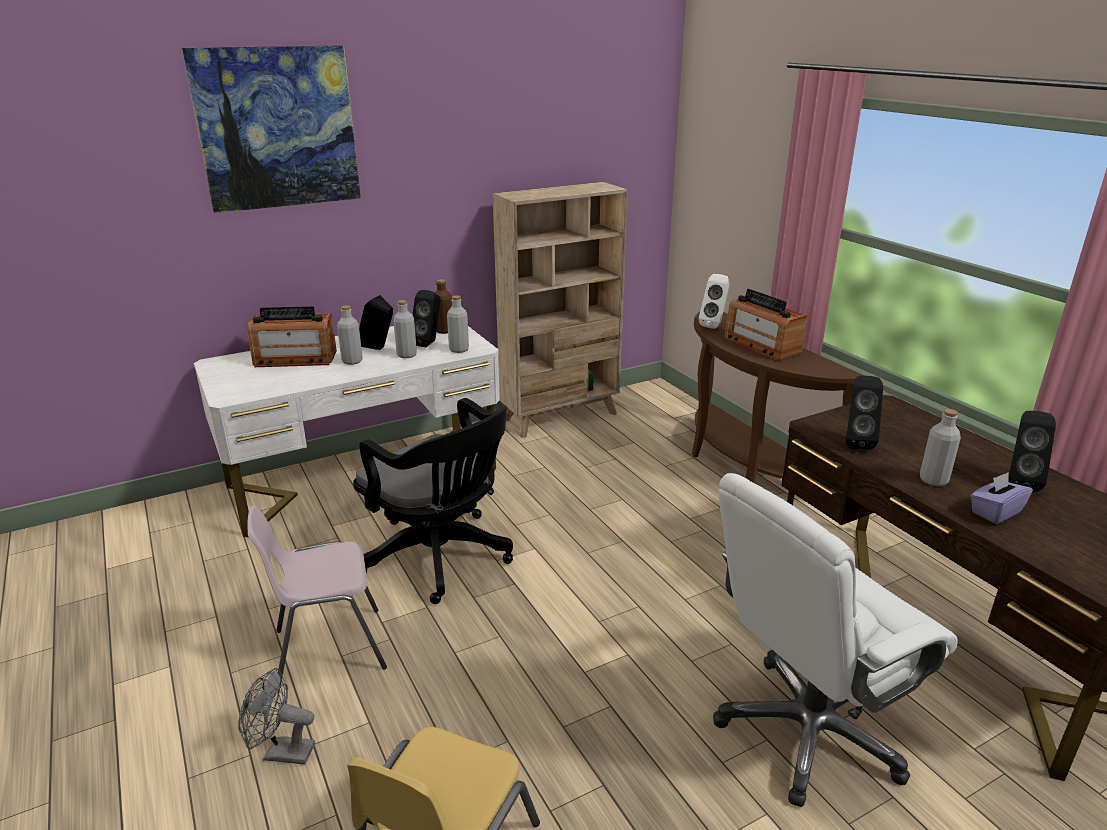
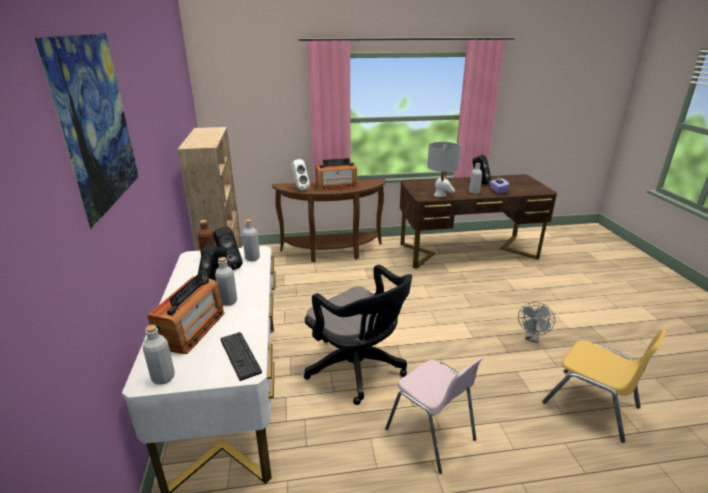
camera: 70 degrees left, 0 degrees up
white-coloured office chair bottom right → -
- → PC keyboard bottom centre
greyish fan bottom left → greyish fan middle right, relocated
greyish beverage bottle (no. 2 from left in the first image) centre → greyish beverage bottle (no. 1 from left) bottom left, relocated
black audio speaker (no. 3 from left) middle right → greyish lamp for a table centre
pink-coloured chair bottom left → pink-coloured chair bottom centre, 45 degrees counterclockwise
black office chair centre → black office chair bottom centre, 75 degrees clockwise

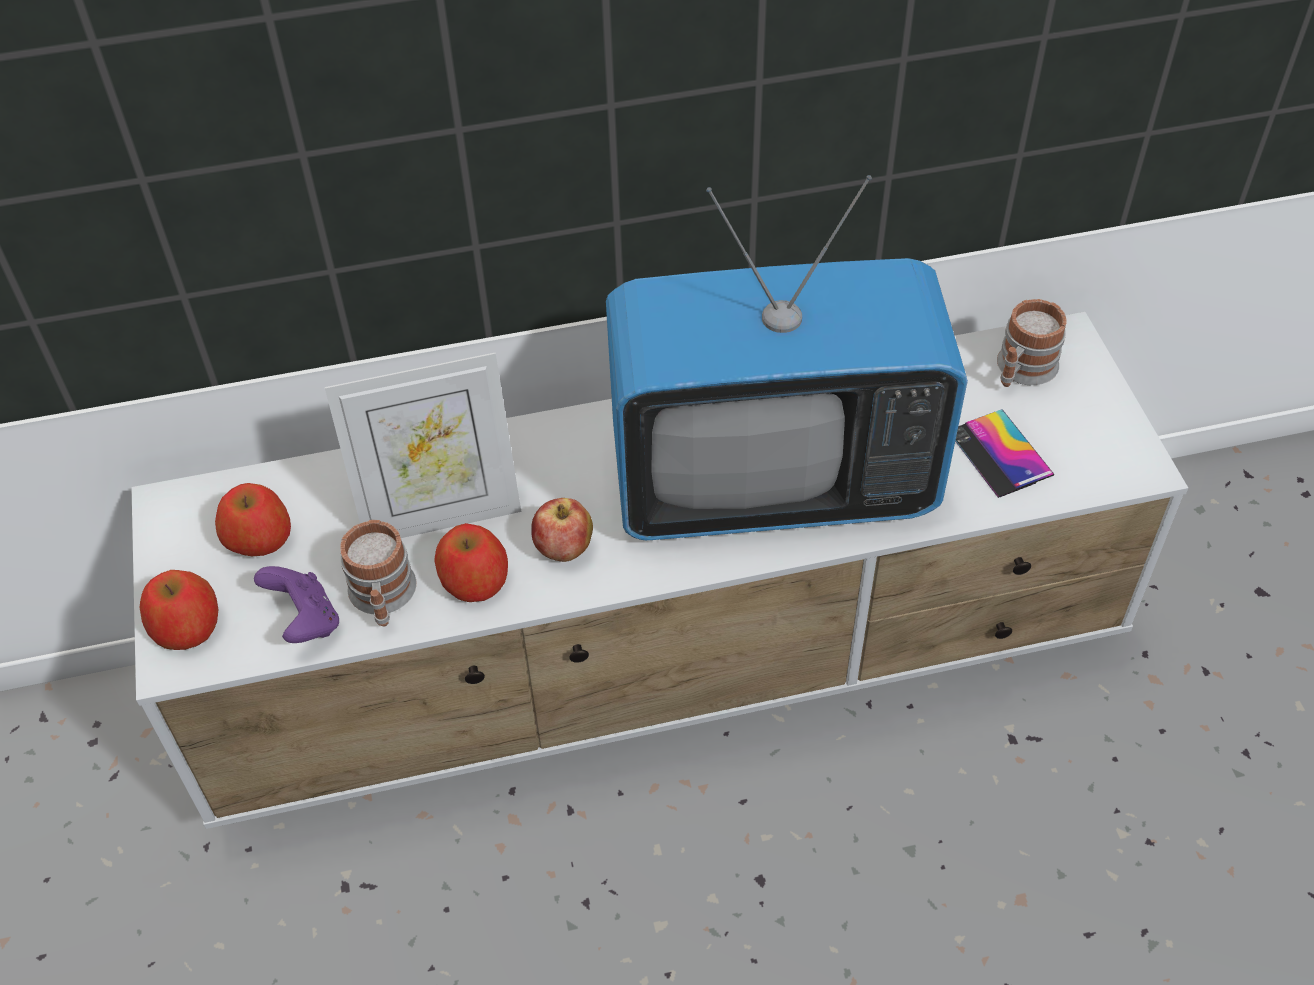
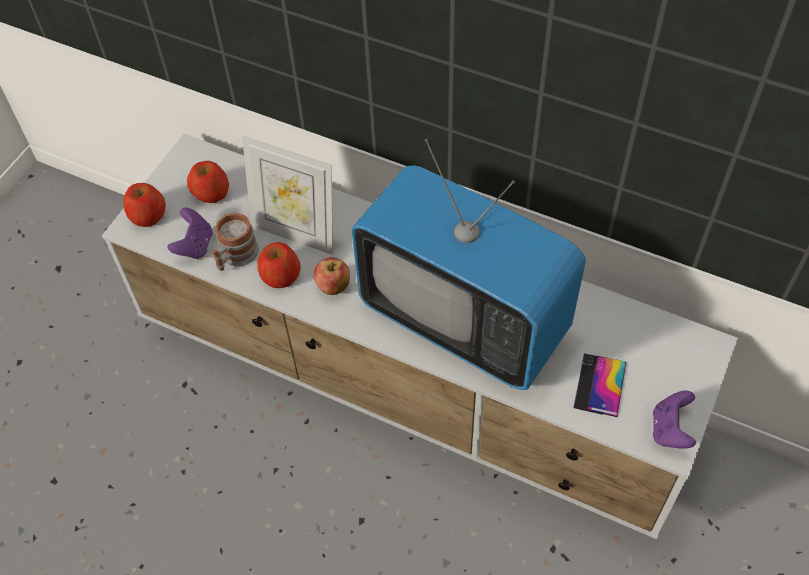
camera: 40 degrees right, 5 degrees up
tea mug (no. 2 from left) middle right → -
- → purple game controller (no. 2 from left) bottom right

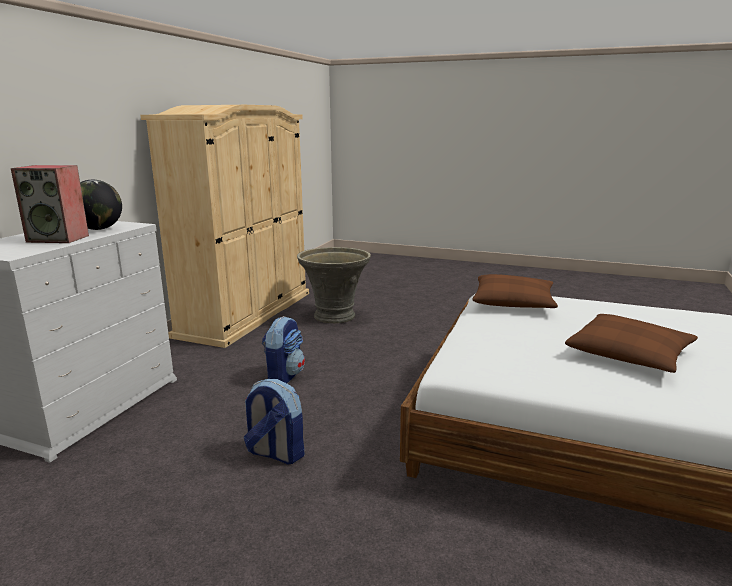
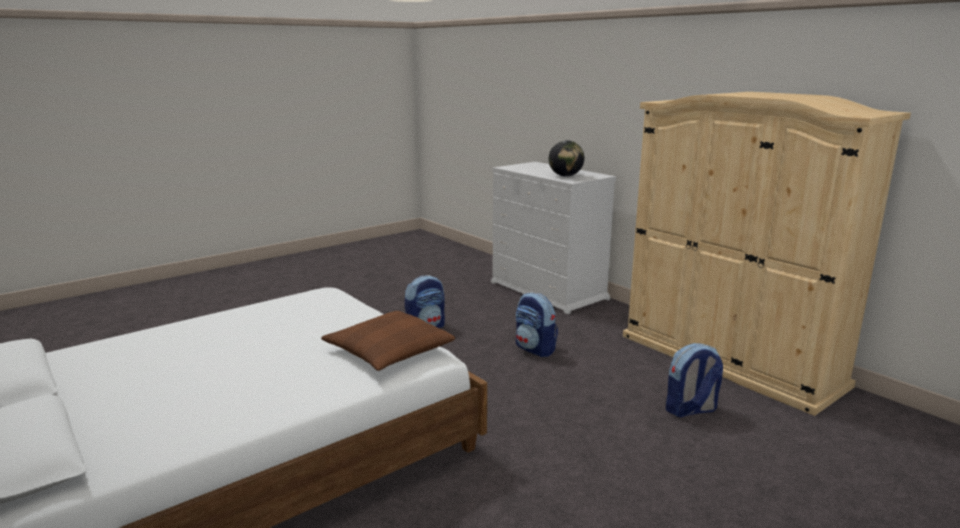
camera: 120 degrees right, 0 degrees up
audio speaker middle left → -
brownish cushion (no. 2 from left) middle right → -
greyish planter centre → backpack (no. 3 from left) bottom right

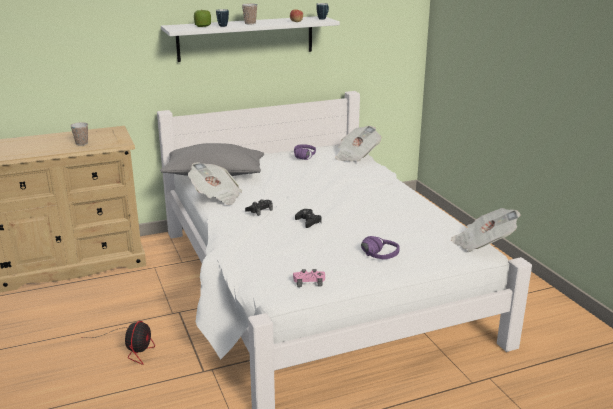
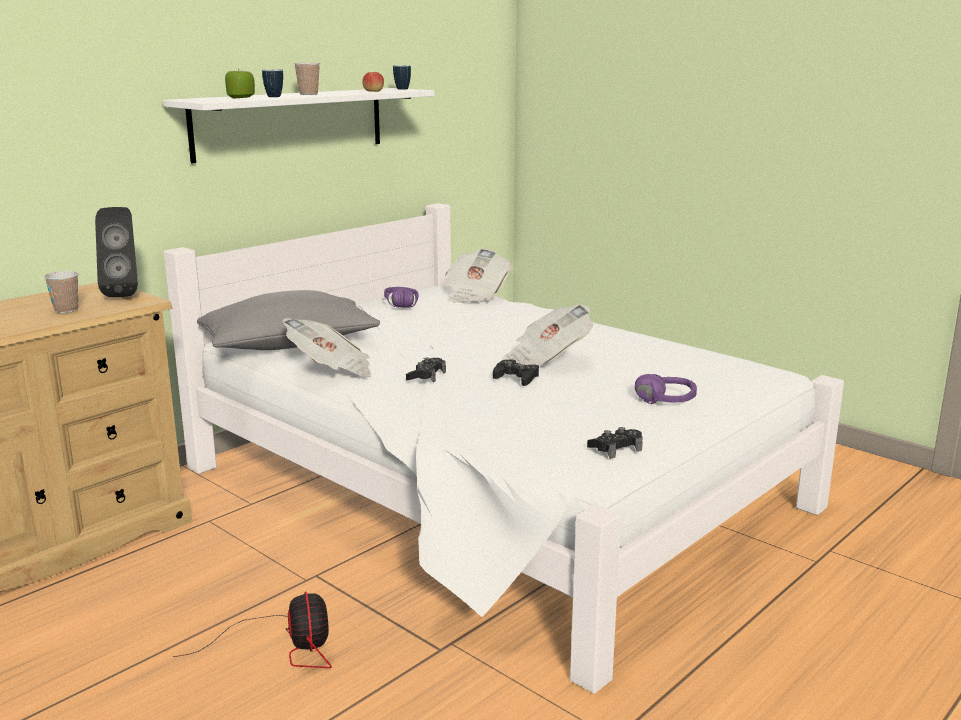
camera: 25 degrees left, 5 degrees down
- → black audio speaker middle left
newspaper (no. 3 from left) middle right → newspaper (no. 3 from left) centre, relocated
pink-coloured game controller bottom centre → black game controller (no. 3 from left) centre

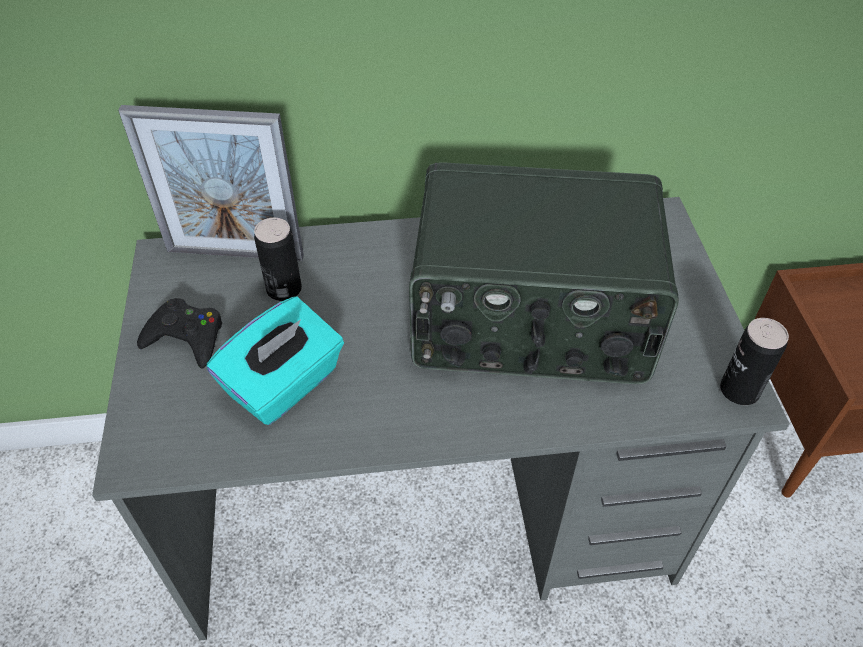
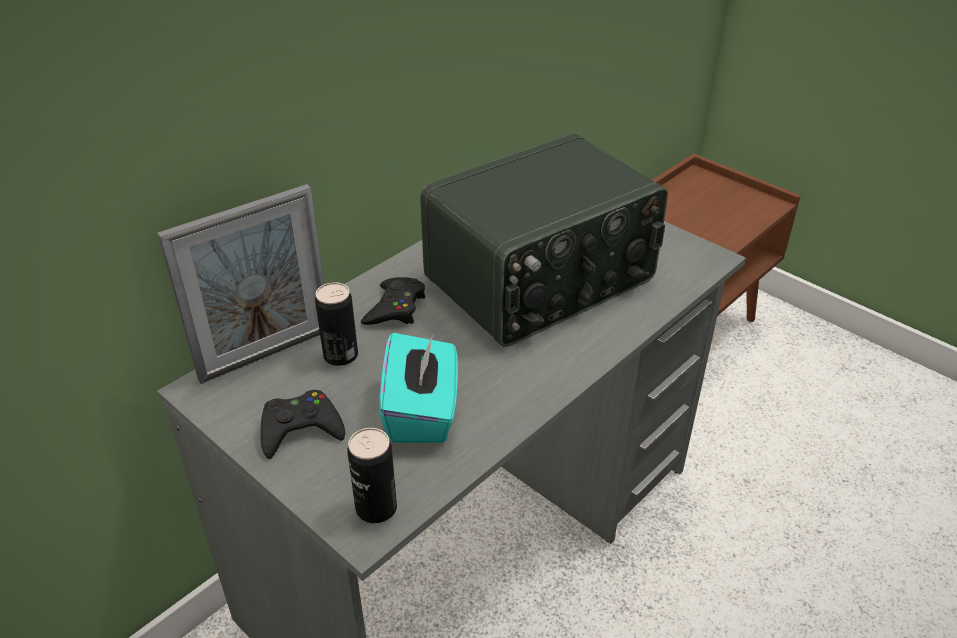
camera: 40 degrees left, 10 degrees down
- → black game controller (no. 2 from left) centre
sealed can (no. 2 from left) middle right → sealed can (no. 2 from left) bottom centre, relocated

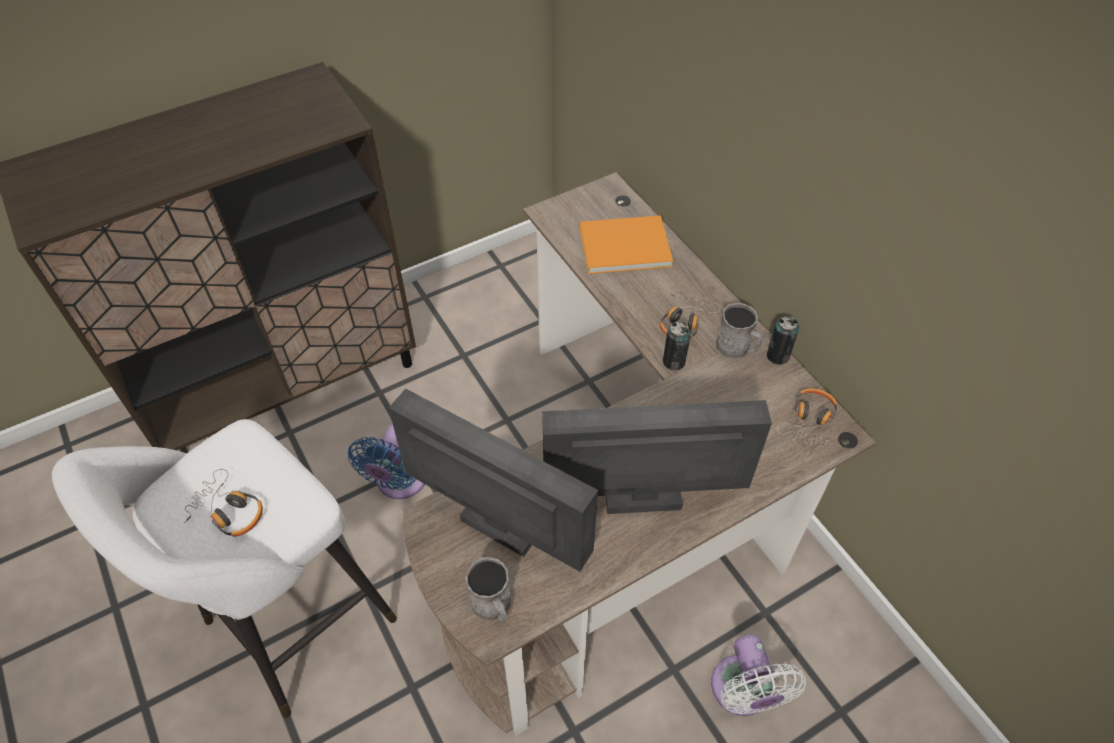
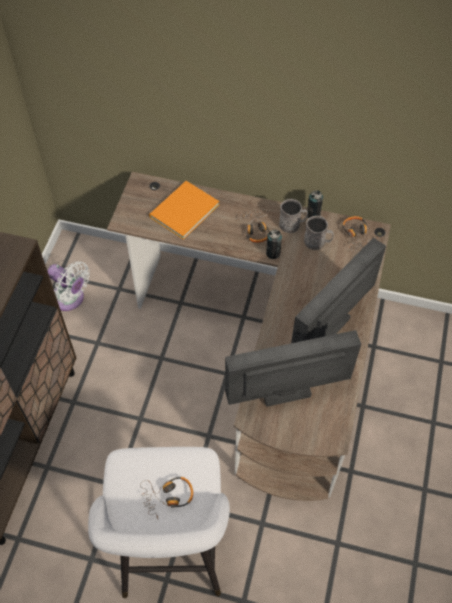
camera: 45 degrees left, 5 degrees up
blue fan centre → -
greyish tea mug (no. 1 from left in the first image) bottom centre → greyish tea mug (no. 2 from left) middle right, relocated
white-coloured fan bottom right → white-coloured fan middle left, relocated

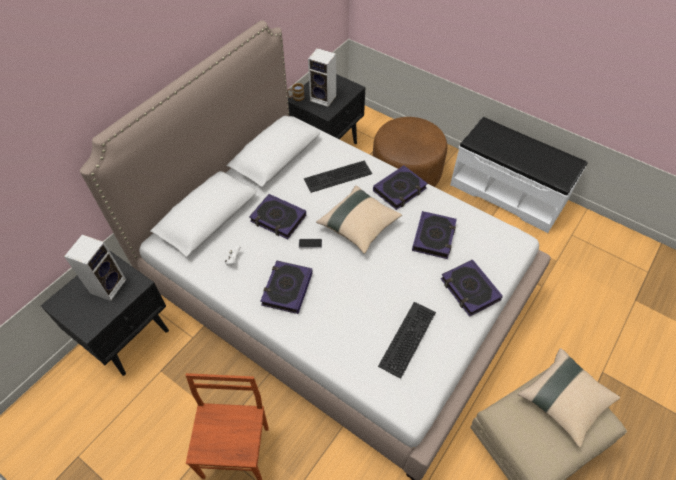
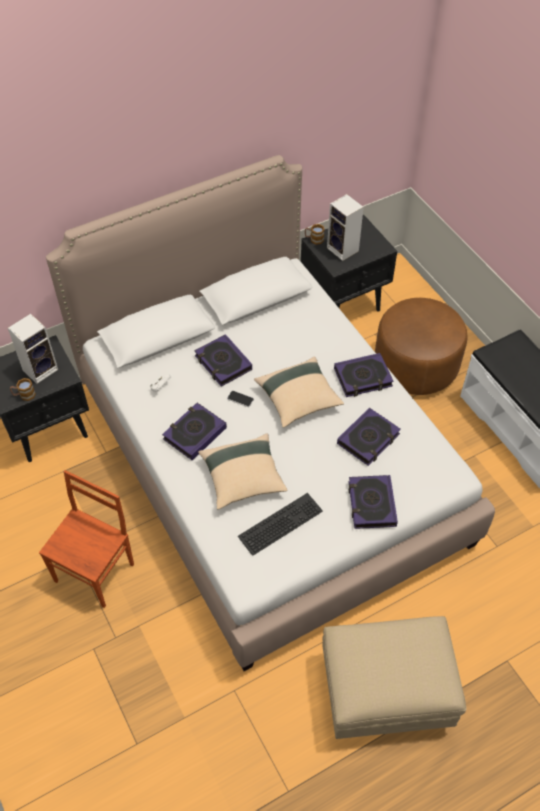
camera: 25 degrees right, 0 degrees up
PC keyboard (no. 1 from left) centre → -
- → tea mug (no. 1 from left) middle left
sand-coloured cushion (no. 2 from left in the first image) bottom right → sand-coloured cushion (no. 1 from left) centre, relocated

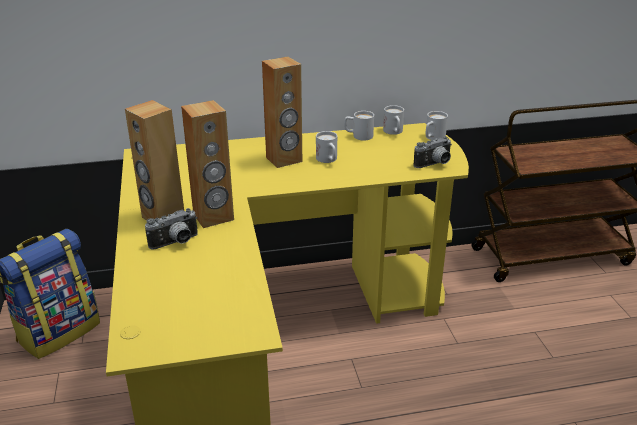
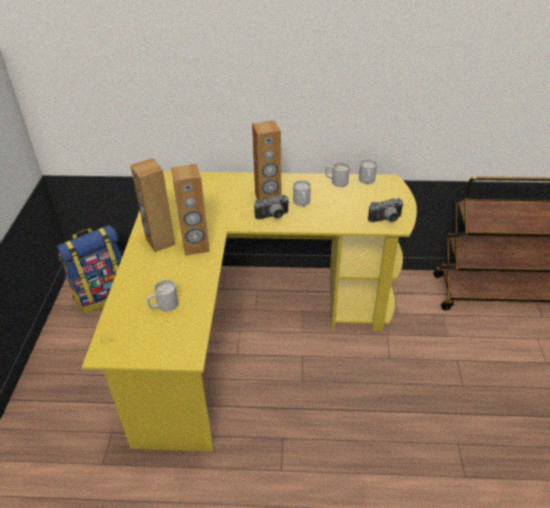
camera: 15 degrees right, 10 degrees up
still camera (no. 1 from left) middle left → still camera (no. 1 from left) centre, relocated
white-coloured tea mug (no. 4 from left in the first image) top right → white-coloured tea mug (no. 1 from left) middle left, relocated

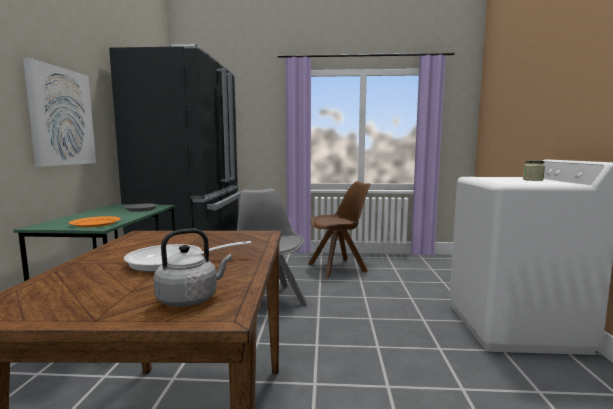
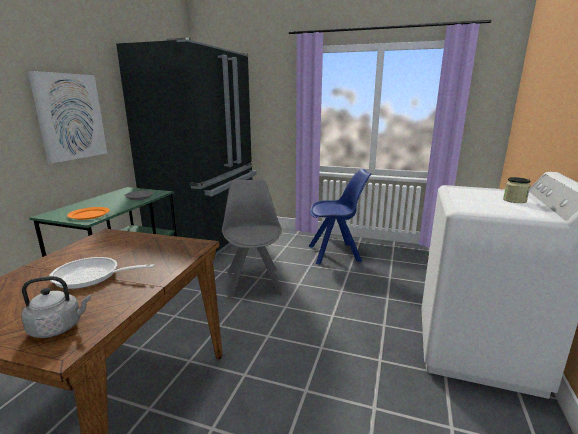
camera: 15 degrees right, 10 degrees up
brownish chair centre → blue chair centre

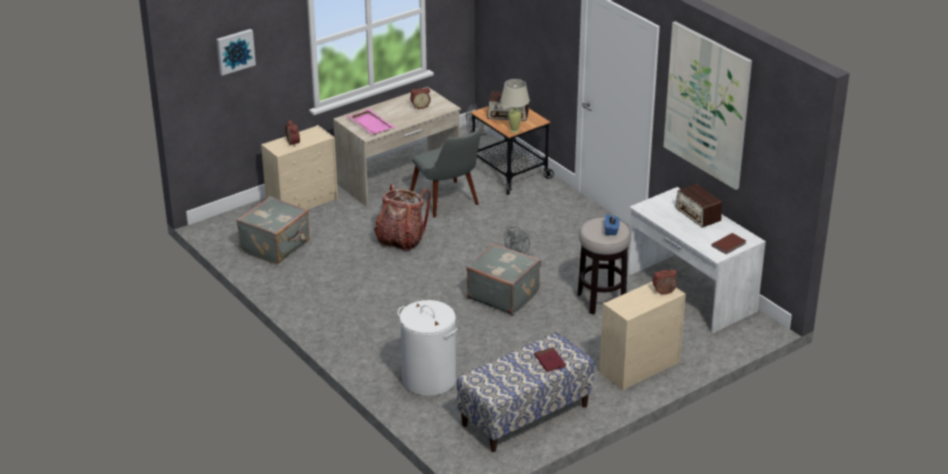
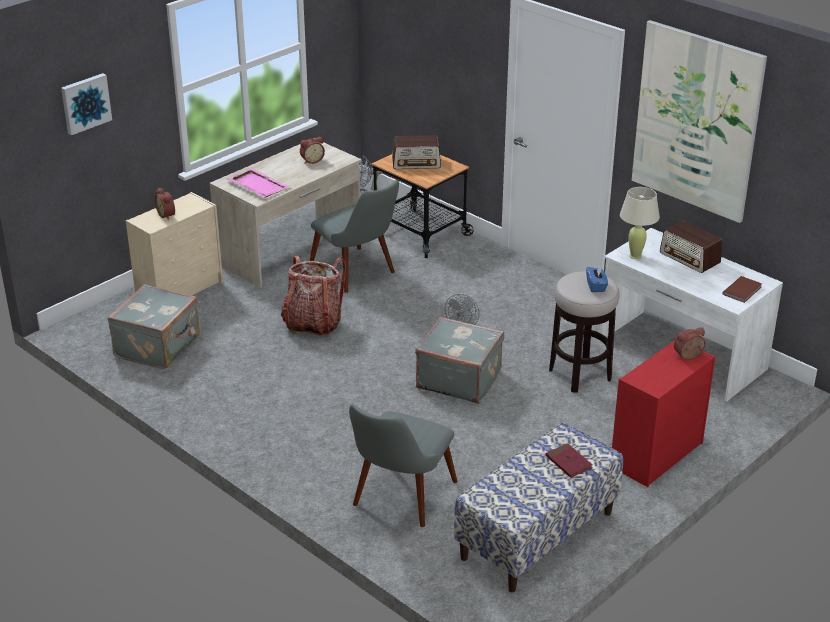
camera: 10 degrees left, 0 degrees up
sand-coloured lamp for a table top centre → sand-coloured lamp for a table middle right, relocated
white-coloured hamper bottom centre → greyish chair (no. 2 from left) bottom centre
sand-coloured drawer chest (no. 2 from left) bottom right → reddish drawer chest middle right

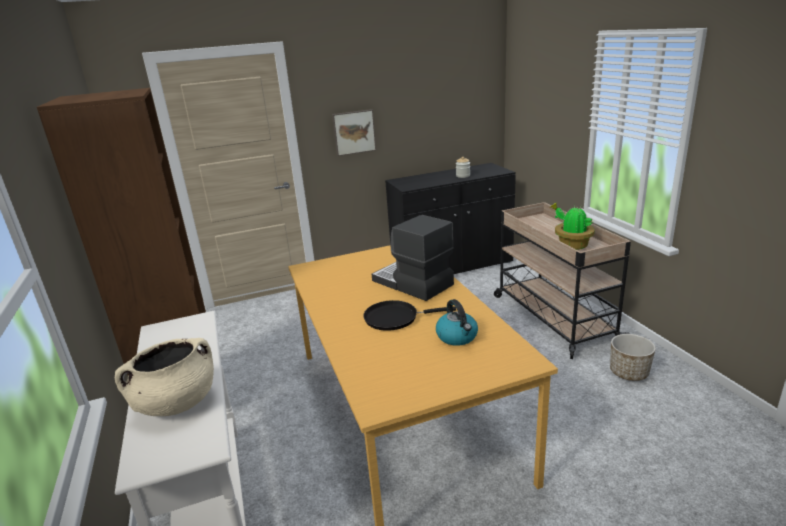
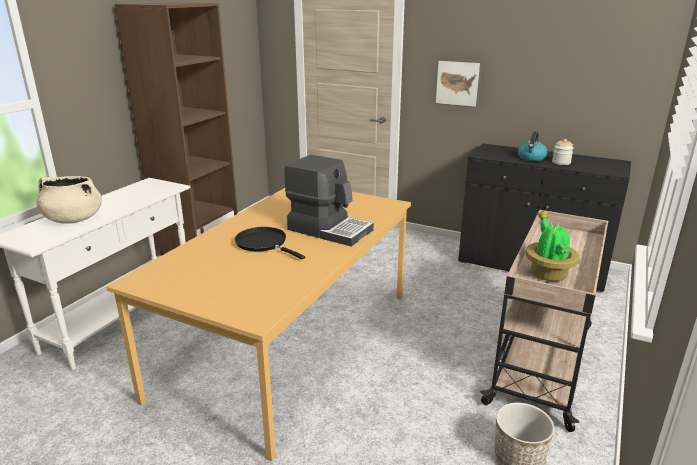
camera: 45 degrees right, 0 degrees up
water kettle centre → water kettle top right, relocated
coffee machine centre, 120 degrees clockwise

